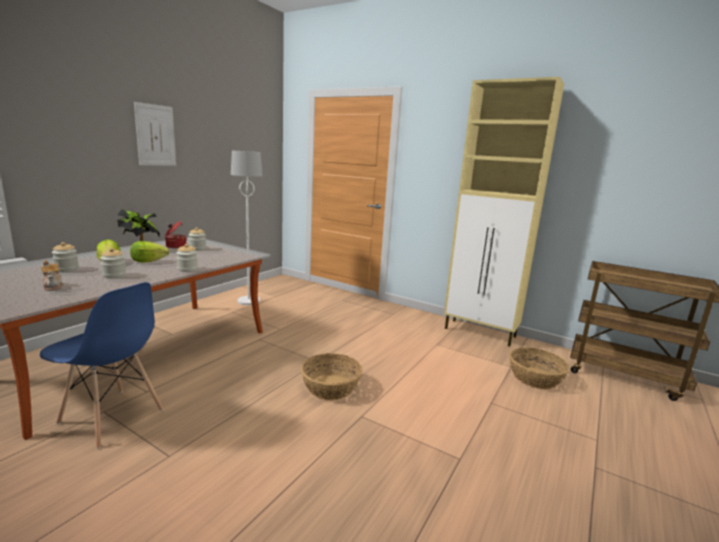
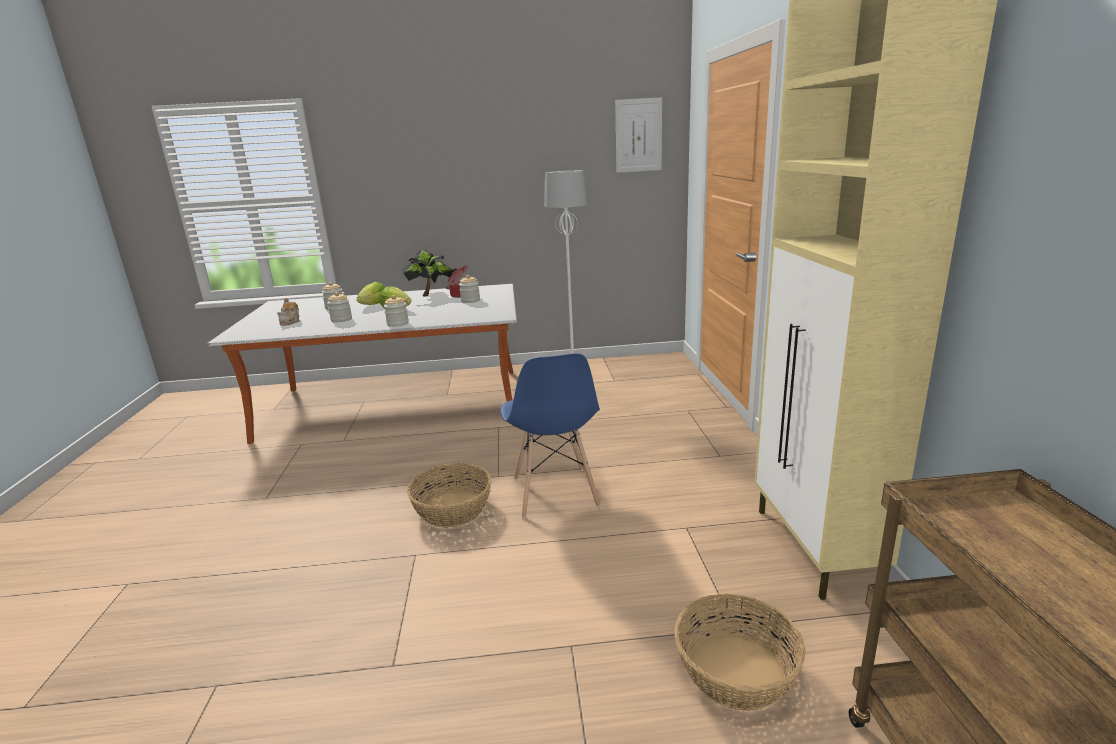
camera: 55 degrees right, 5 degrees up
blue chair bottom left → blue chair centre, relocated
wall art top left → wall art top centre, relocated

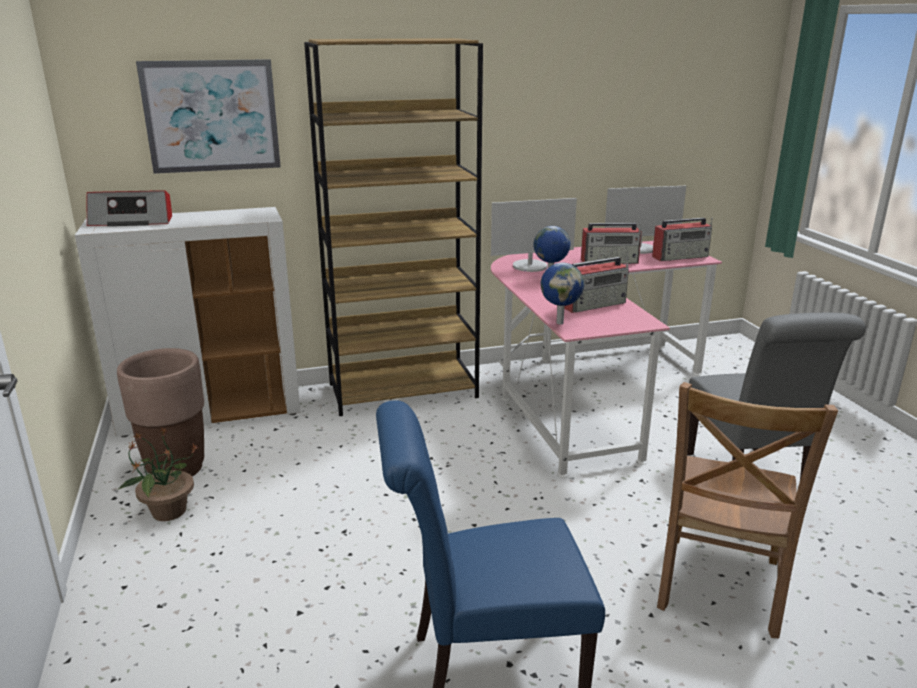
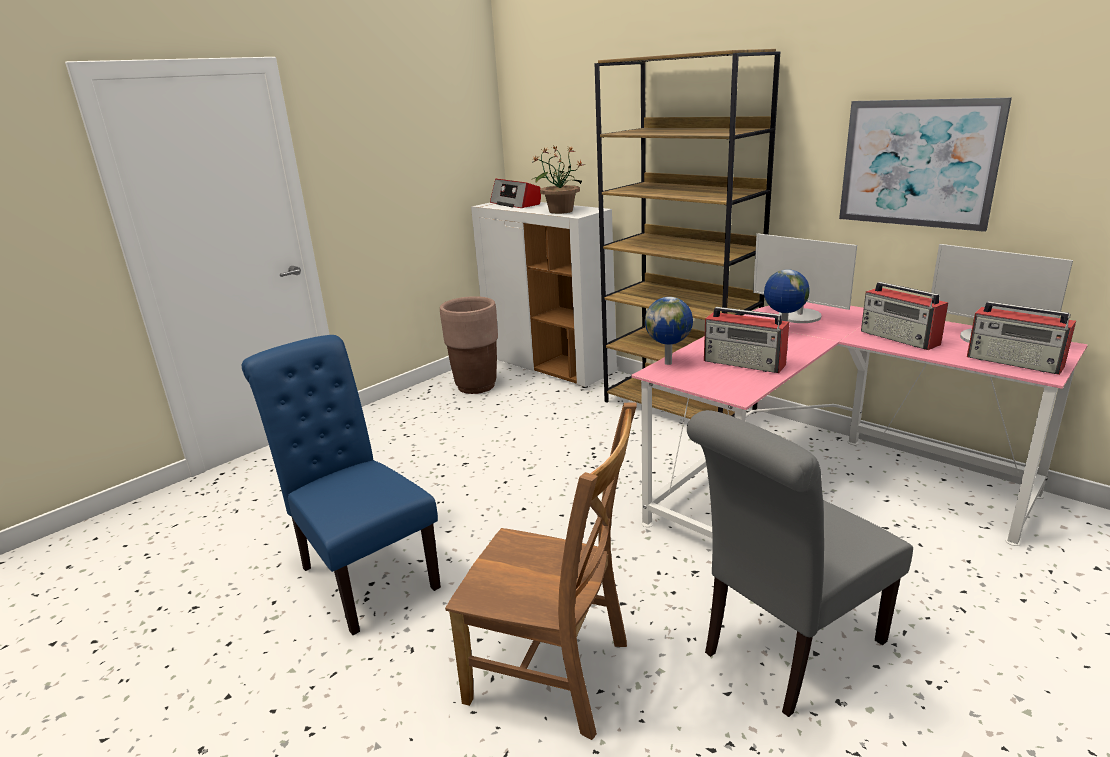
camera: 60 degrees right, 0 degrees up
potted plant bottom left → potted plant top centre, relocated
wall art top left → wall art top right, relocated
brownish chair bottom right → brownish chair bottom centre, 150 degrees counterclockwise

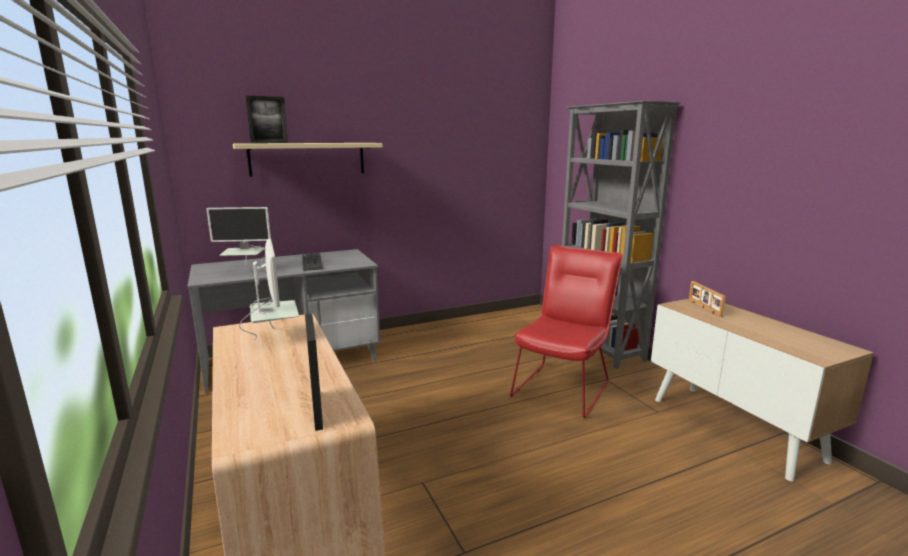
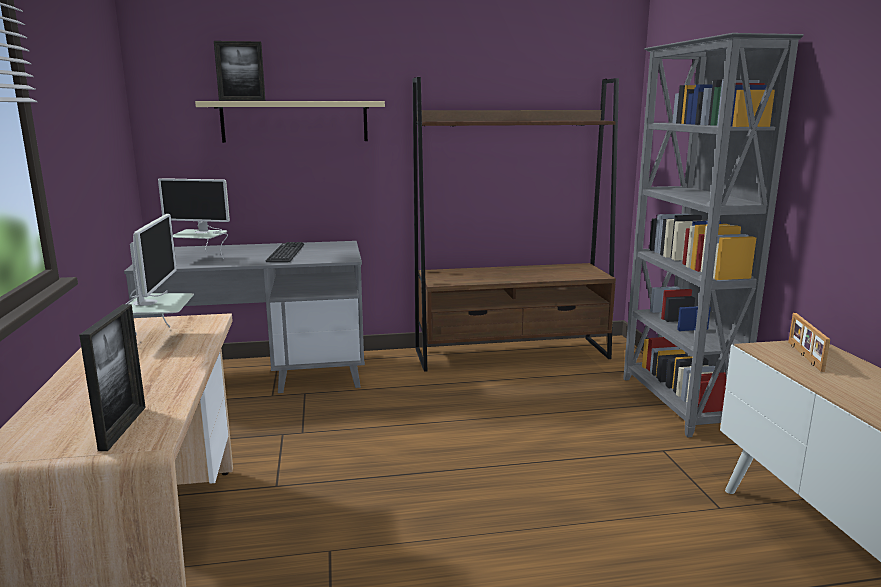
camera: 15 degrees right, 0 degrees up
reddish chair centre → -
- → brownish bookcase centre

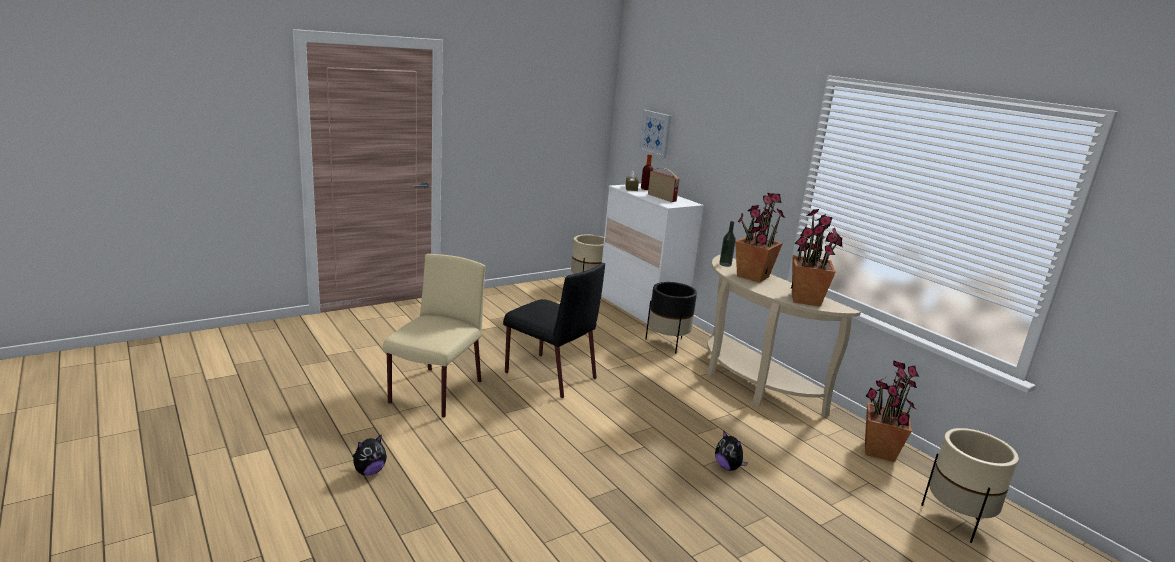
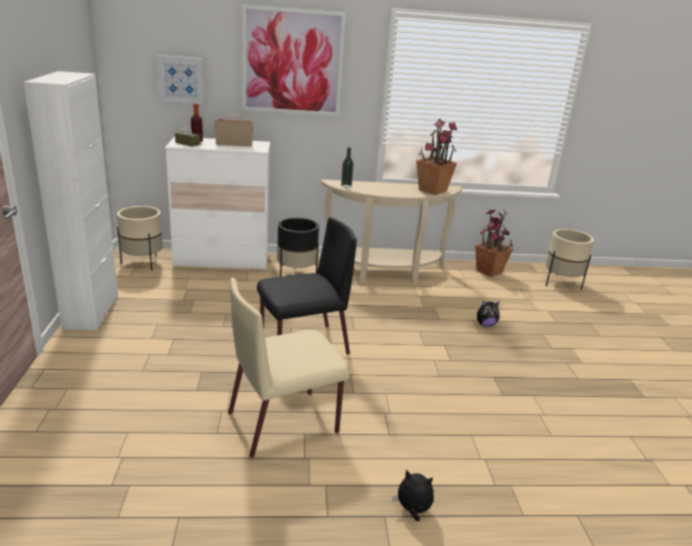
camera: 60 degrees left, 5 degrees up
potted plant (no. 1 from left) centre → -
- → white-coloured storage cabinet middle left
- → wall art (no. 2 from left) top centre
cuddly toy (no. 1 from left) bottom left → cuddly toy (no. 1 from left) bottom centre, 60 degrees counterclockwise
sand-coloured chair centre → sand-coloured chair bottom centre, 75 degrees counterclockwise

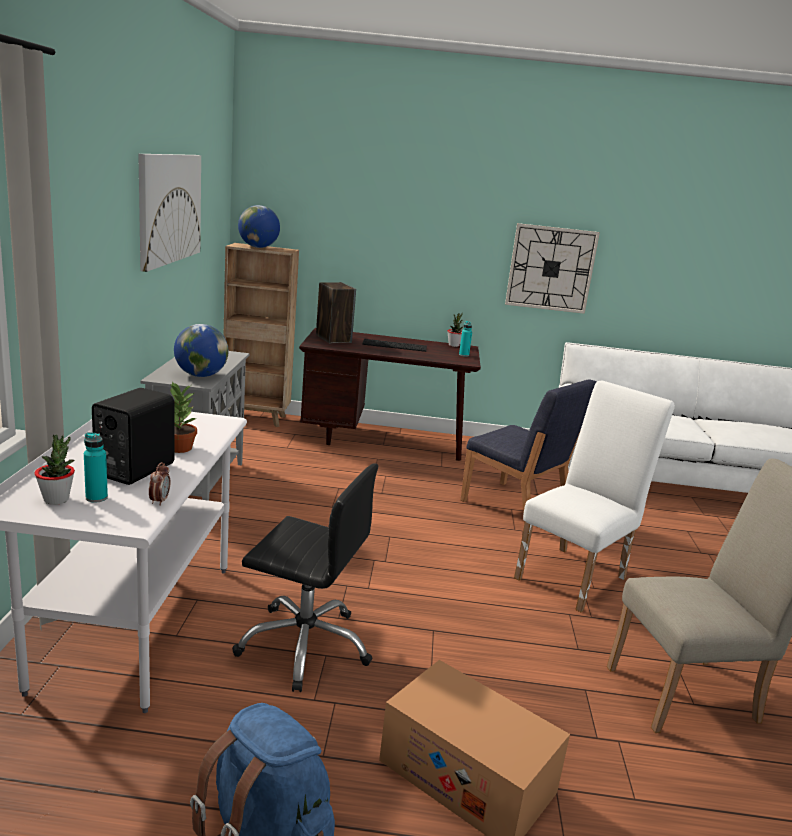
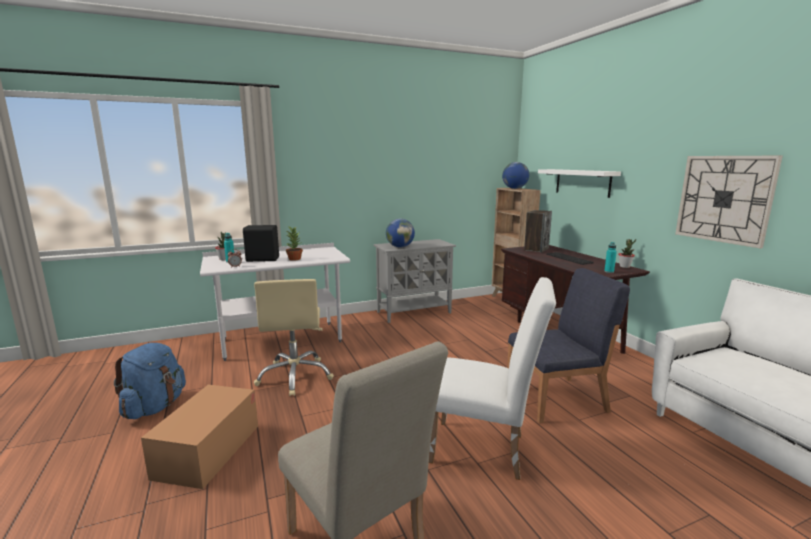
camera: 65 degrees right, 5 degrees down
wall art top left → -
- → white-coloured shelf middle right
black office chair bottom centre → sand-coloured office chair centre
blue chair middle right, 120 degrees counterclockwise

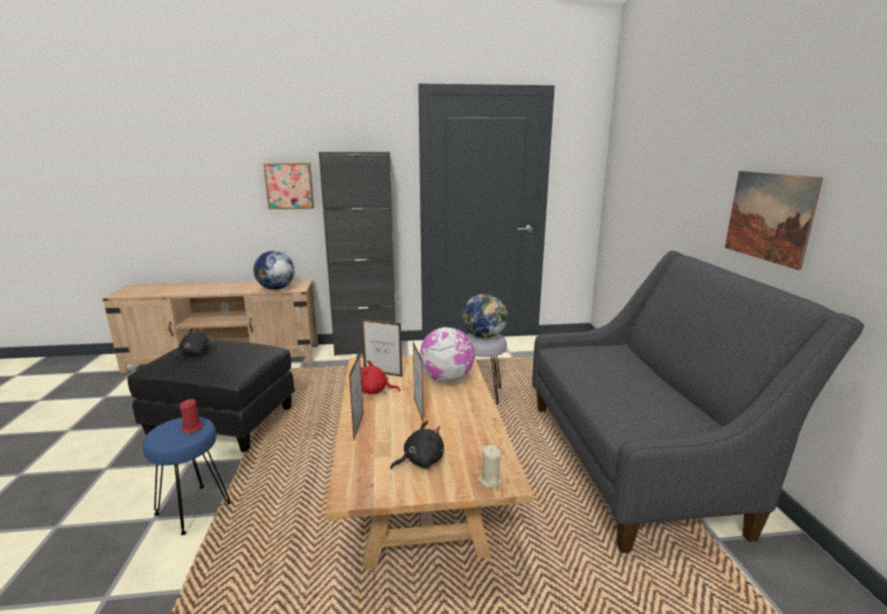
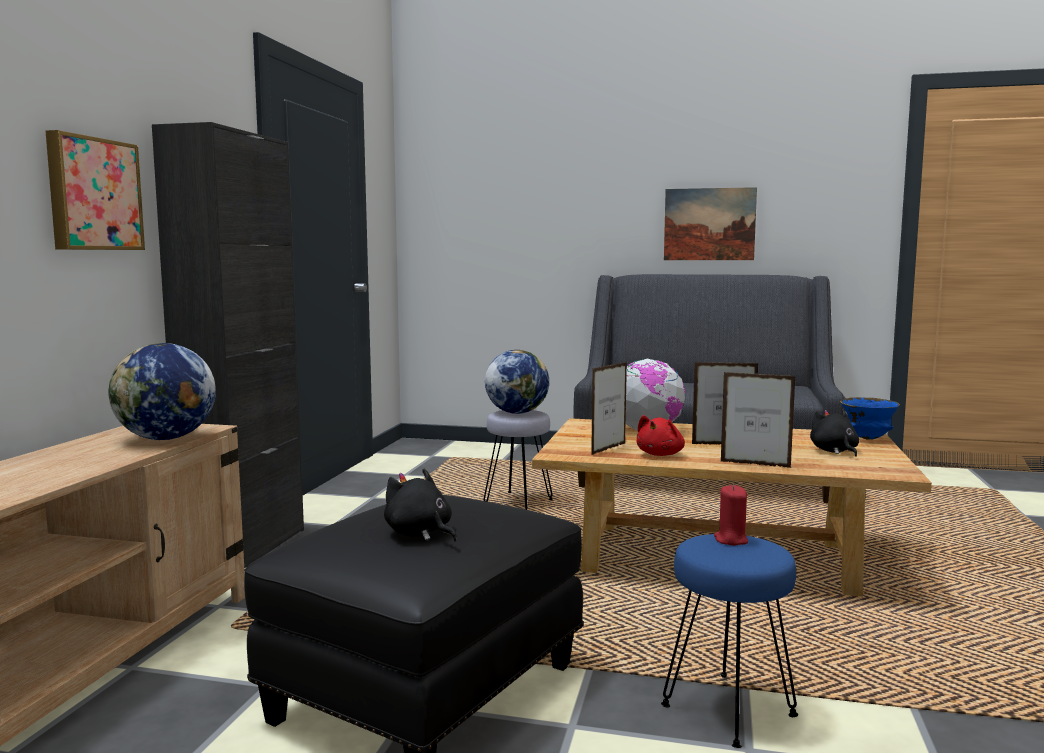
camera: 70 degrees left, 10 degrees down
sand-coloured wax light bottom centre → blue serving bowl middle right

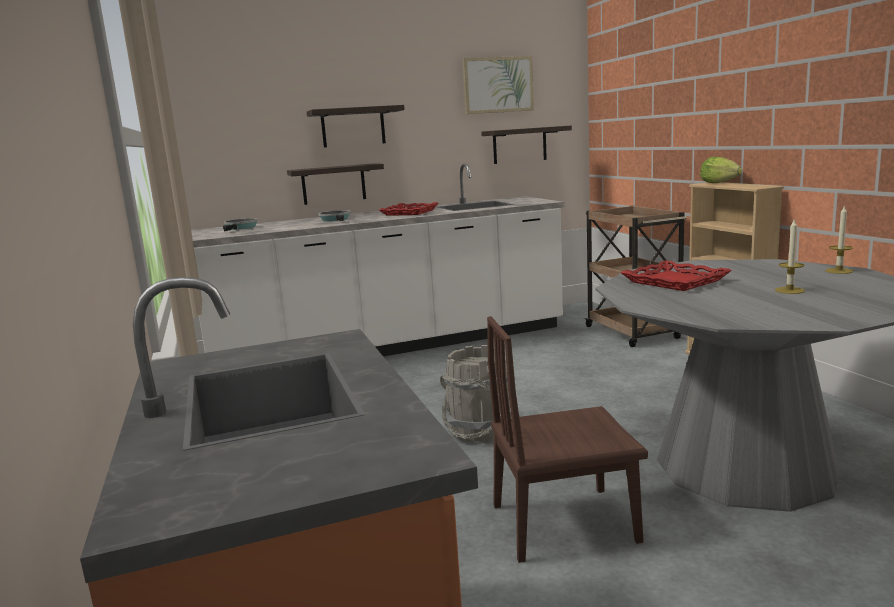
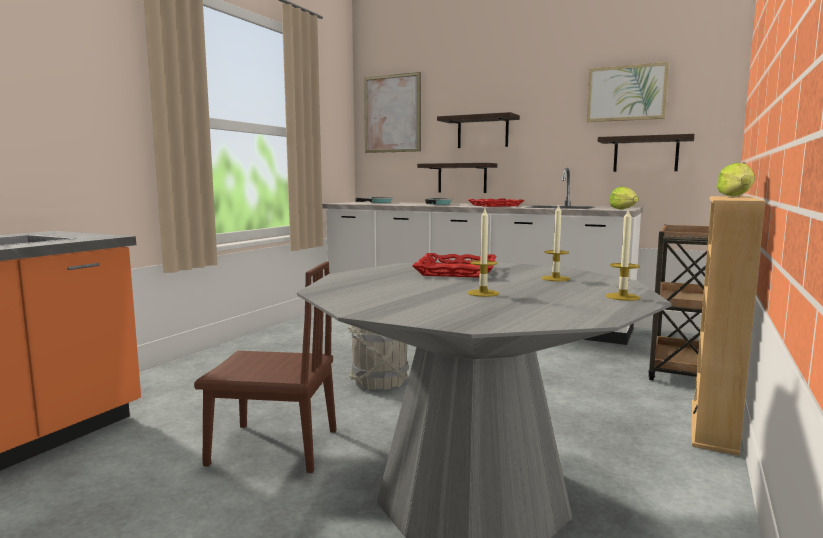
camera: 45 degrees right, 5 degrees down
- → wall art (no. 1 from left) top centre
- → wax light (no. 2 from left) middle right
- → lettuce head (no. 1 from left) middle right
brownish chair bottom centre → brownish chair bottom left, 150 degrees clockwise

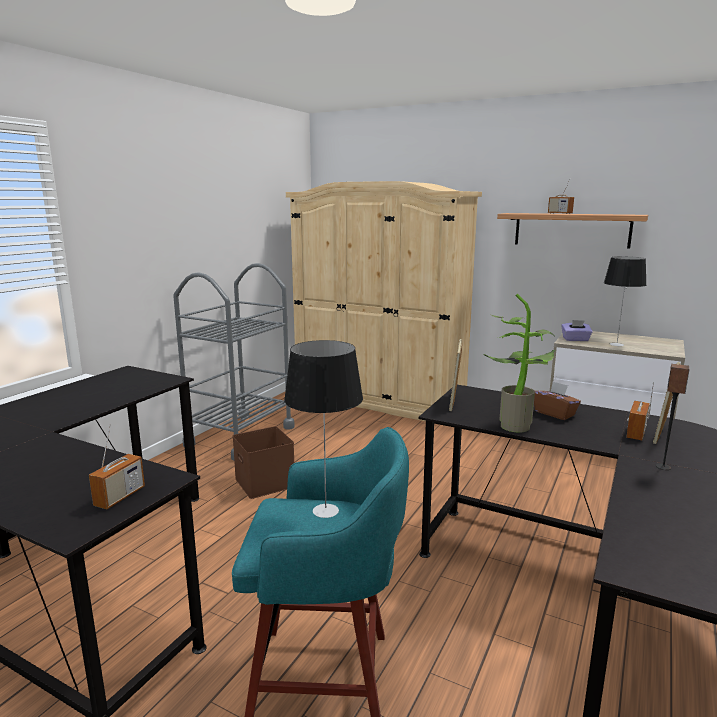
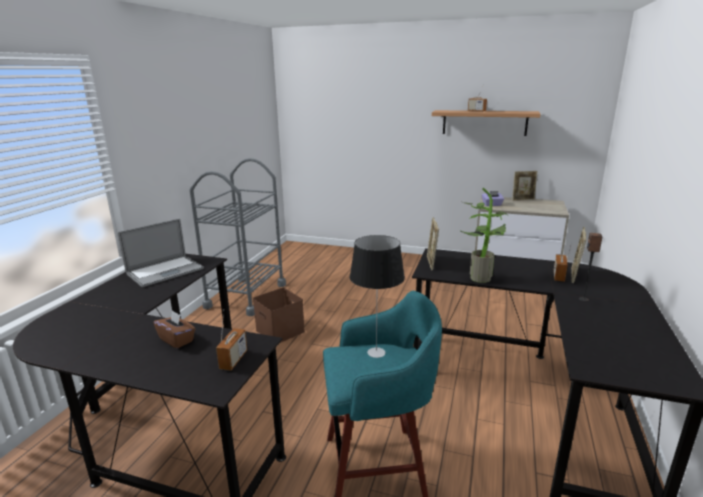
camera: 10 degrees left, 5 degrees up
sand-coloured armoire centre → -
lamp for a table (no. 2 from left) middle right → -
- → portable computer middle left
- → standing frame (no. 2 from left) middle right
brownish box of tissues middle right → brownish box of tissues middle left, relocated

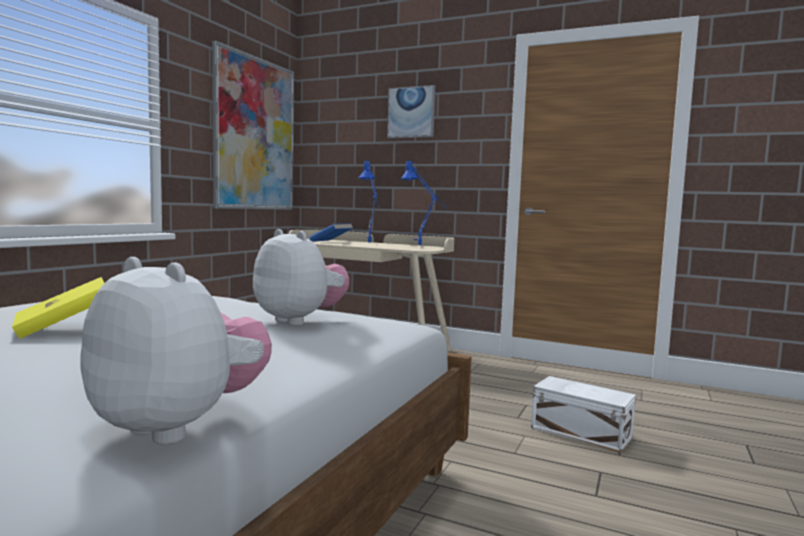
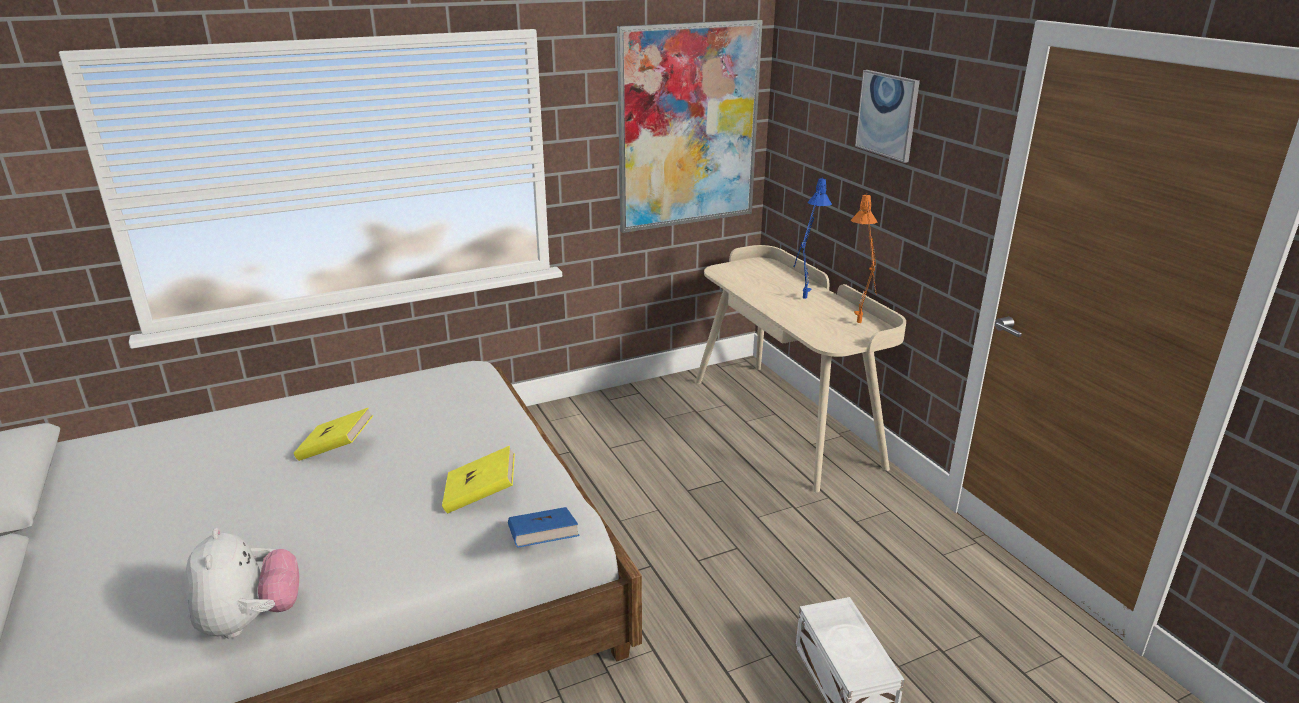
camera: 40 degrees right, 20 degrees up
blue book centre → blue book bottom centre, relocated
cuddly toy (no. 2 from left) centre → yellowish book (no. 2 from left) bottom centre
blue lamp for a table (no. 2 from left) centre → orange-coloured lamp for a table centre

